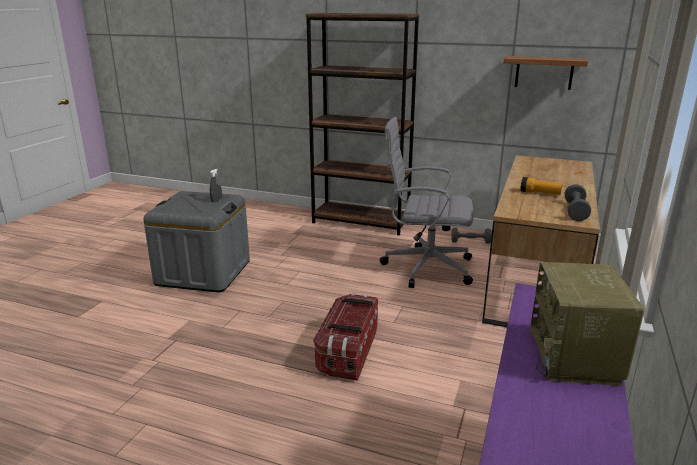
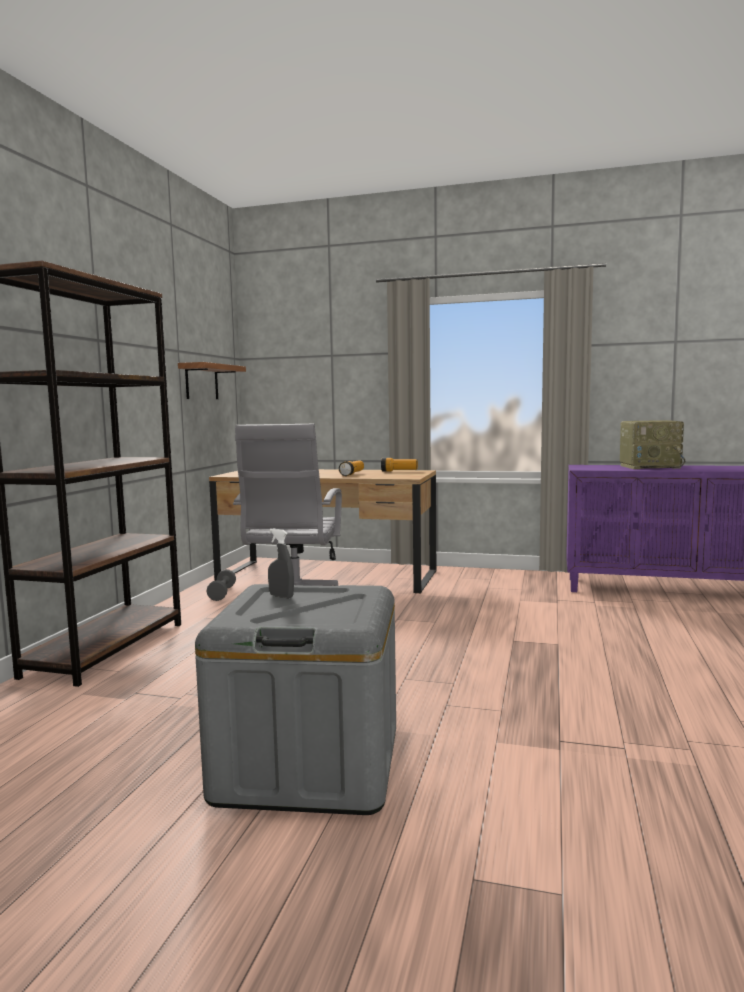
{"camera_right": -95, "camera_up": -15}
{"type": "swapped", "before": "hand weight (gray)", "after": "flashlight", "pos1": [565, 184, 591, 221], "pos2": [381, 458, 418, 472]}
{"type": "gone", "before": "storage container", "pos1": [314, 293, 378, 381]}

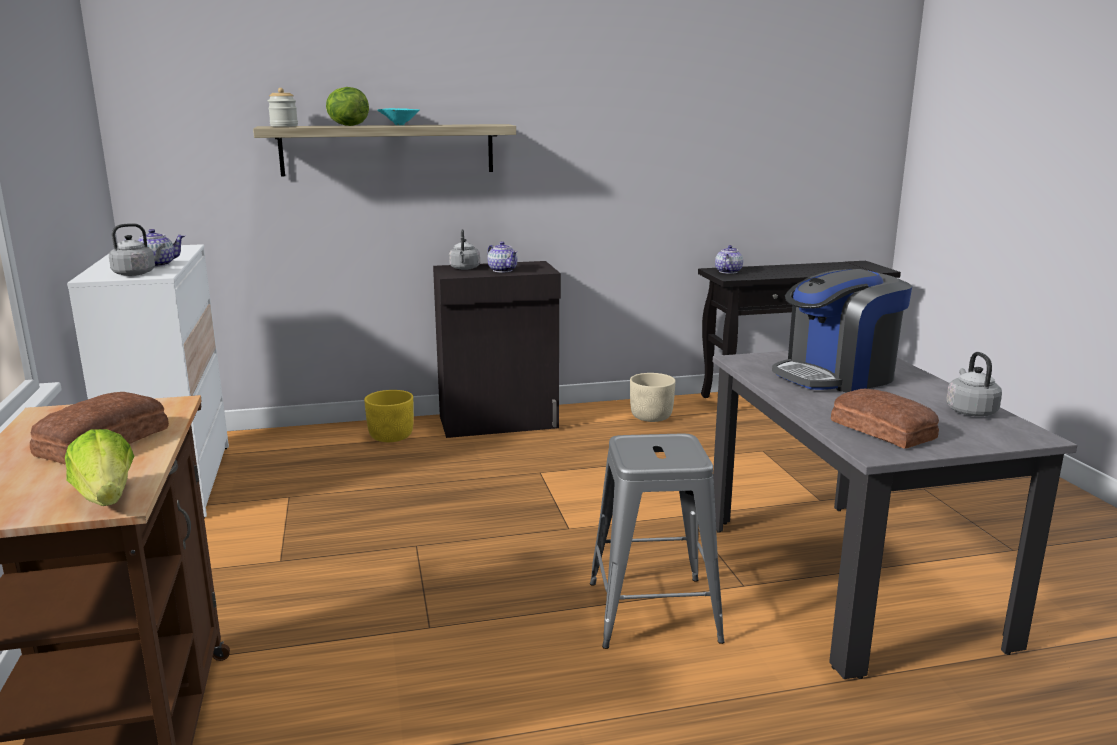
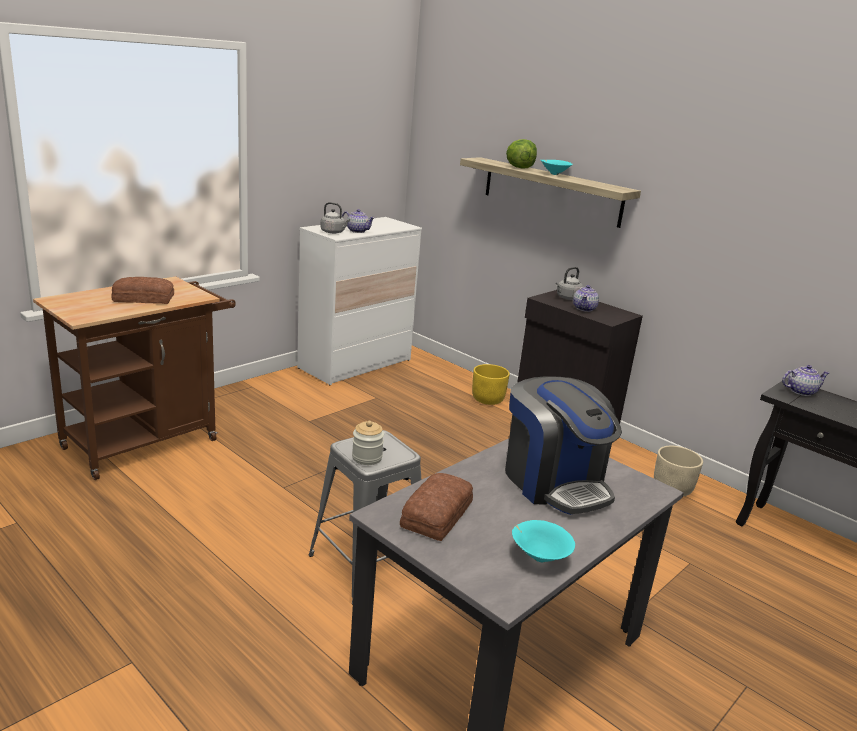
{"camera_right": 55, "camera_up": 5}
{"type": "shifted", "before": "jar", "pos1": [268, 88, 298, 127], "pos2": [352, 421, 384, 465]}
{"type": "rotated", "before": "coffee maker", "pos1": [772, 269, 912, 393], "pos2": [505, 376, 622, 515], "turn": -150}
{"type": "swapped", "before": "water kettle (gray)", "after": "deep dish (turquoise)", "pos1": [946, 352, 1002, 416], "pos2": [512, 520, 575, 563]}
{"type": "gone", "before": "lettuce", "pos1": [65, 429, 134, 506]}

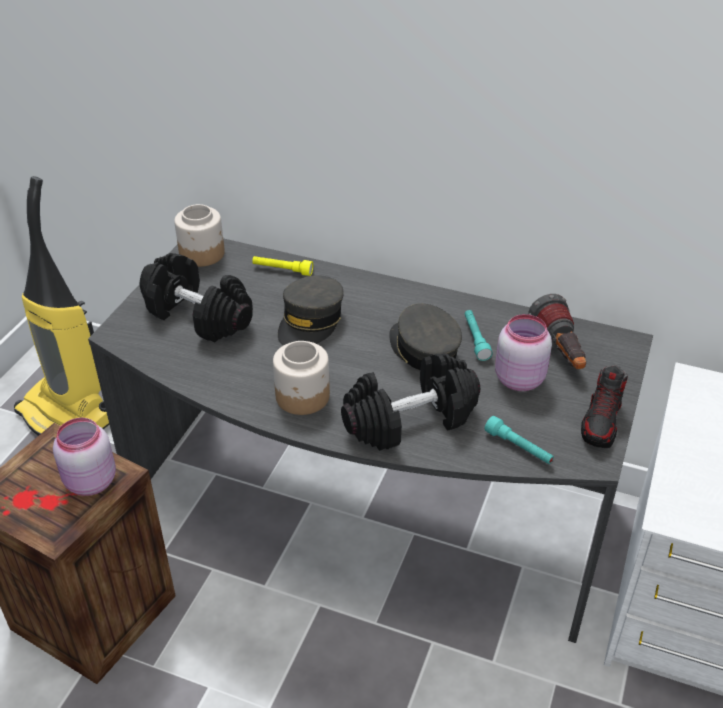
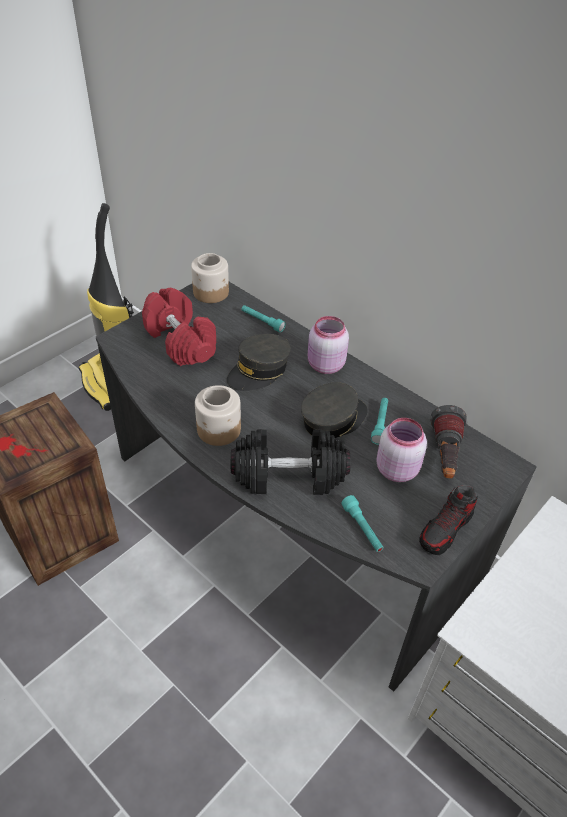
{"camera_right": 20, "camera_up": 5}
{"type": "repainted", "before": "hand weight (black)", "after": "hand weight (red-coloured)", "pos1": [140, 253, 253, 342], "pos2": [142, 288, 216, 366]}
{"type": "repainted", "before": "flashlight (yellow)", "after": "flashlight (turquoise)", "pos1": [252, 256, 313, 276], "pos2": [241, 305, 286, 332]}
{"type": "rotated", "before": "cap (gray)", "pos1": [389, 303, 462, 370], "pos2": [301, 382, 368, 438], "turn": 60}
{"type": "shifted", "before": "jar (pink-coloured)", "pos1": [53, 418, 116, 496], "pos2": [308, 316, 349, 374]}

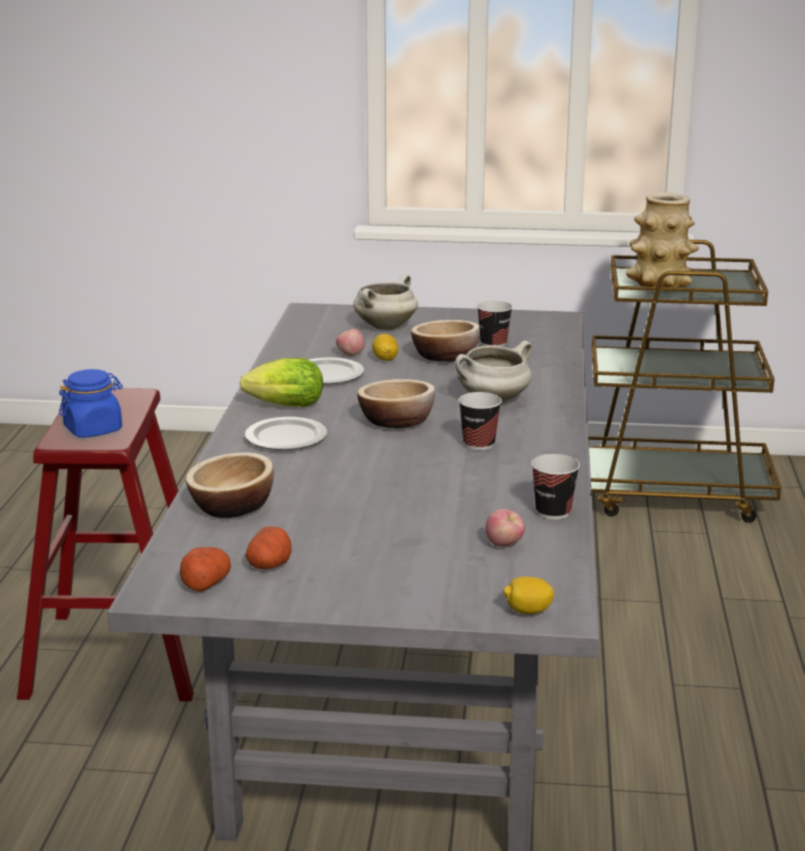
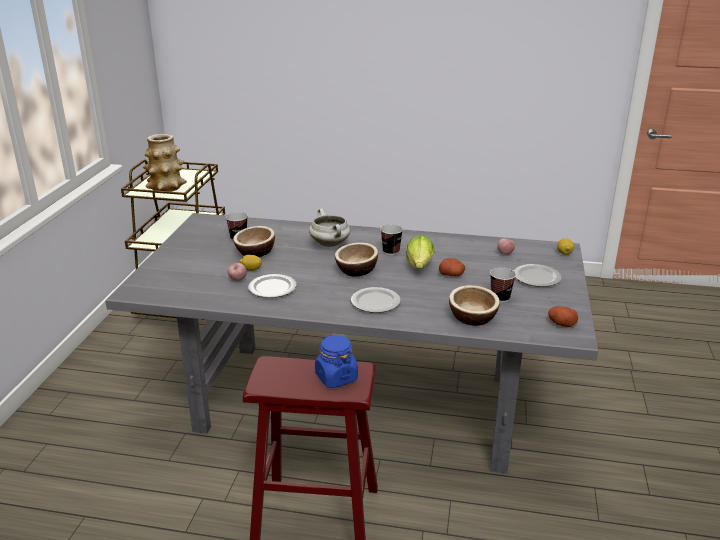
{"camera_right": -85, "camera_up": 5}
{"type": "shifted", "before": "lettuce", "pos1": [240, 358, 323, 407], "pos2": [406, 235, 435, 269]}
{"type": "shifted", "before": "whole potato", "pos1": [246, 526, 292, 569], "pos2": [439, 258, 465, 276]}
{"type": "shifted", "before": "cup", "pos1": [531, 454, 580, 520], "pos2": [490, 267, 516, 303]}
{"type": "new", "after": "plate", "pos2": [514, 264, 561, 287]}
{"type": "gone", "before": "stockpot (white)", "pos1": [353, 274, 418, 330]}

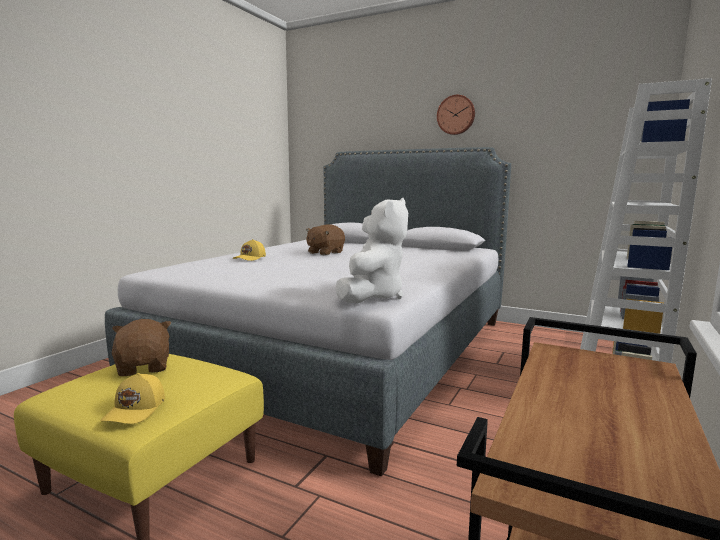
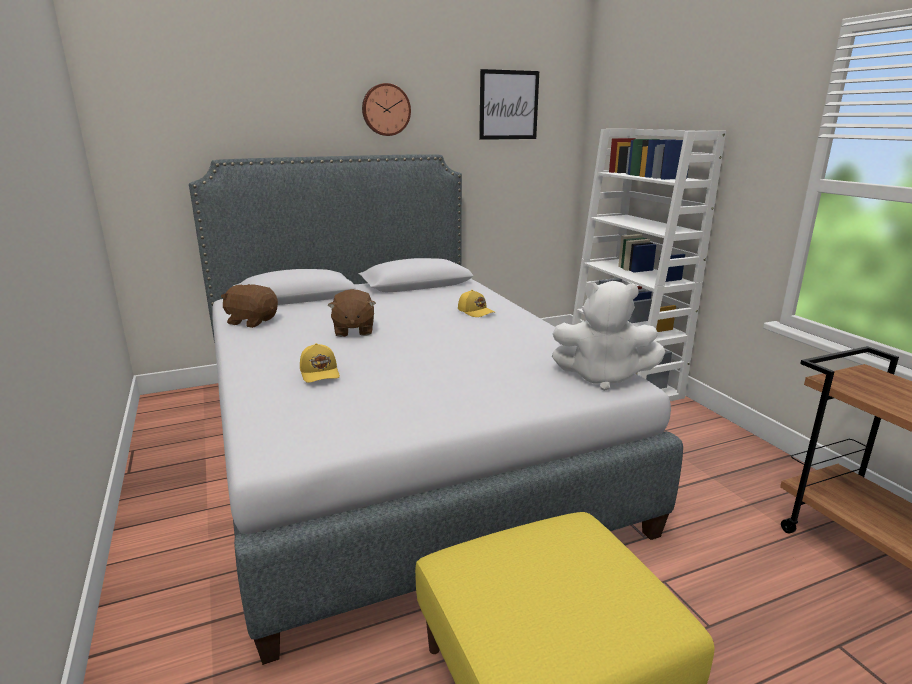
{"camera_right": -50, "camera_up": 10}
{"type": "shifted", "before": "soft toy (brown)", "pos1": [112, 319, 171, 376], "pos2": [221, 284, 278, 328]}
{"type": "shifted", "before": "cap (yellow)", "pos1": [100, 373, 165, 424], "pos2": [458, 290, 494, 317]}
{"type": "new", "after": "wall art", "pos2": [479, 69, 539, 140]}
{"type": "rotated", "before": "soft toy (white)", "pos1": [335, 198, 408, 304], "pos2": [552, 281, 665, 391], "turn": 135}

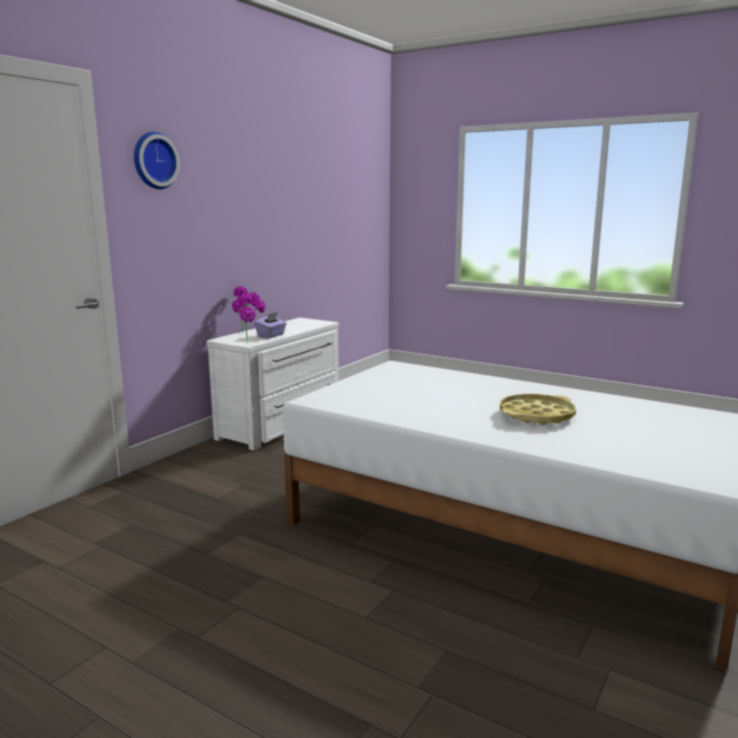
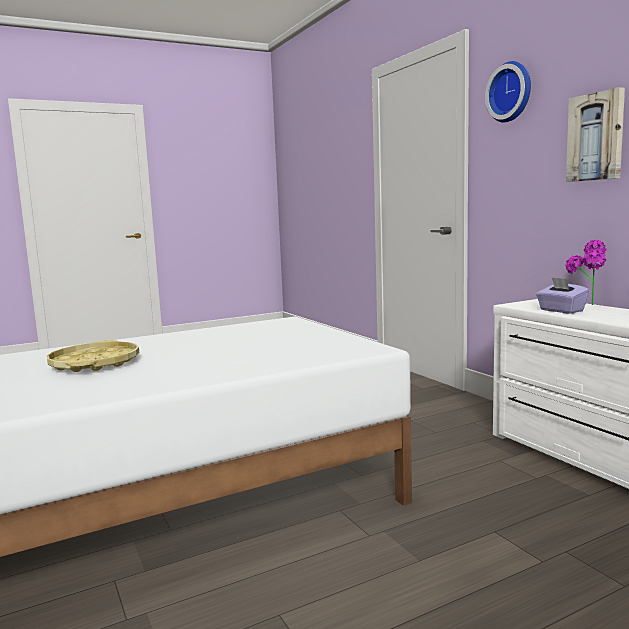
{"camera_right": 120, "camera_up": -5}
{"type": "new", "after": "wall art", "pos2": [566, 87, 625, 182]}
{"type": "gone", "before": "potted plant", "pos1": [237, 293, 266, 342]}

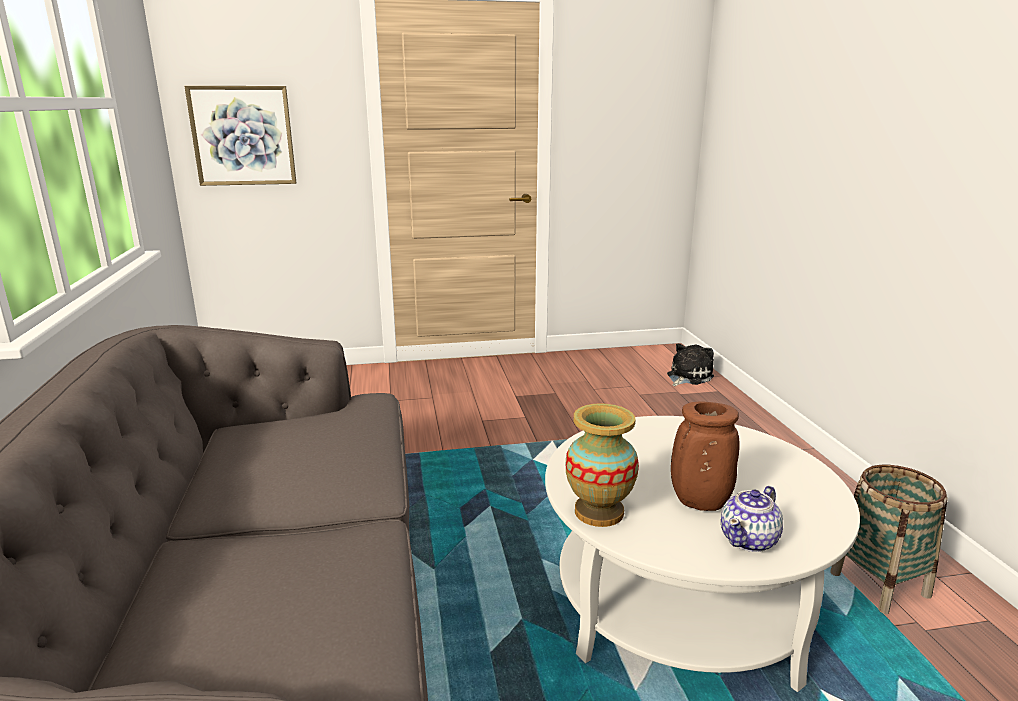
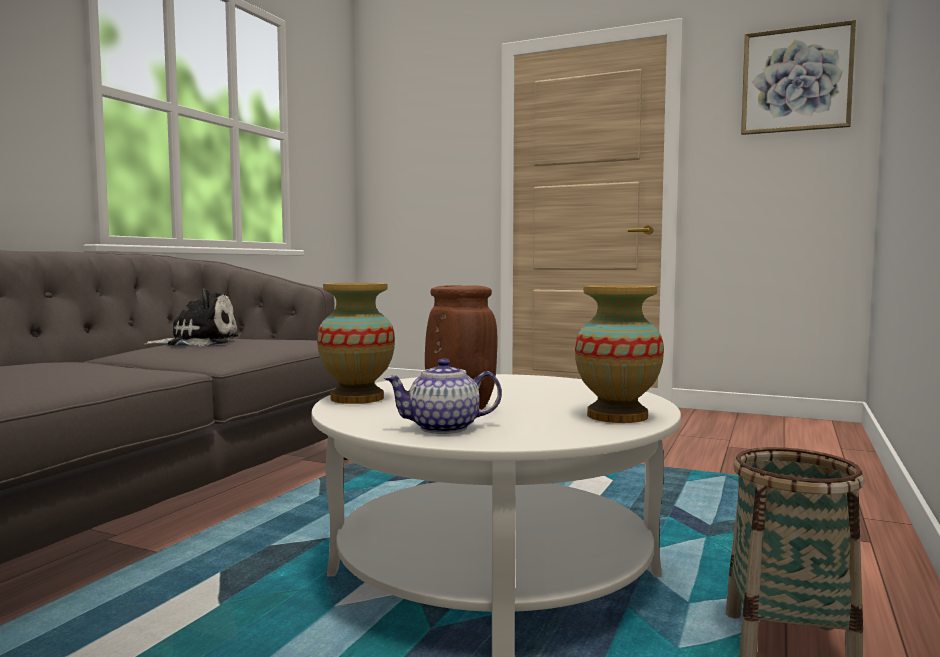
{"camera_right": 35, "camera_up": -15}
{"type": "shifted", "before": "soft toy", "pos1": [667, 344, 714, 386], "pos2": [144, 289, 239, 347]}
{"type": "new", "after": "flower vase", "pos2": [575, 285, 664, 423]}
{"type": "shifted", "before": "wall art", "pos1": [184, 86, 296, 186], "pos2": [741, 20, 856, 135]}

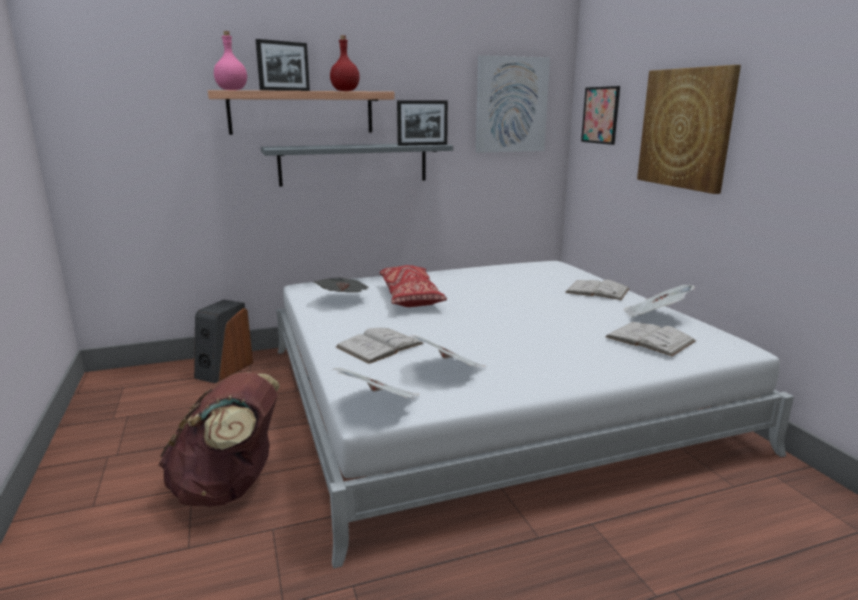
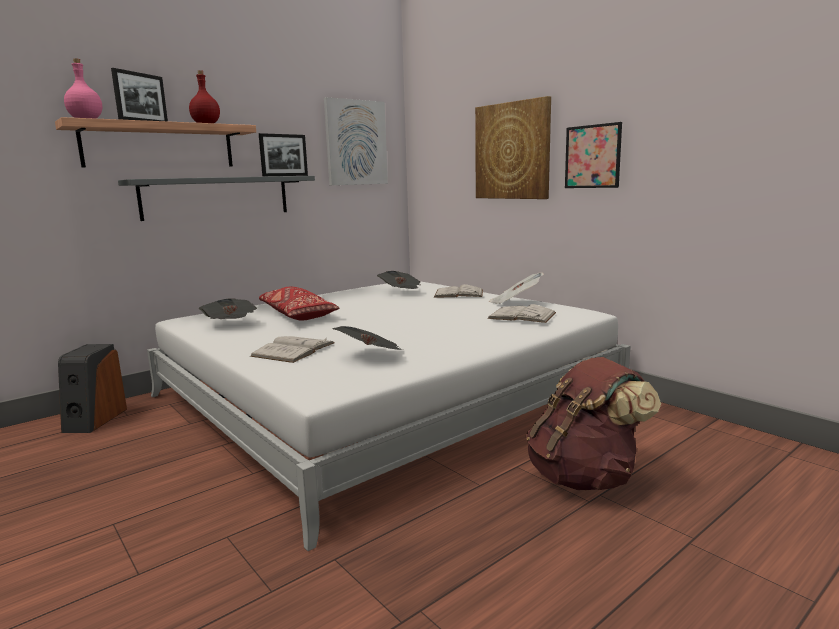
{"camera_right": -20, "camera_up": -5}
{"type": "shifted", "before": "newspaper", "pos1": [332, 368, 420, 398], "pos2": [377, 271, 420, 289]}
{"type": "shifted", "before": "knapsack (brown)", "pos1": [158, 372, 280, 507], "pos2": [526, 357, 661, 490]}
{"type": "shifted", "before": "wall art", "pos1": [581, 86, 620, 145], "pos2": [565, 122, 622, 188]}

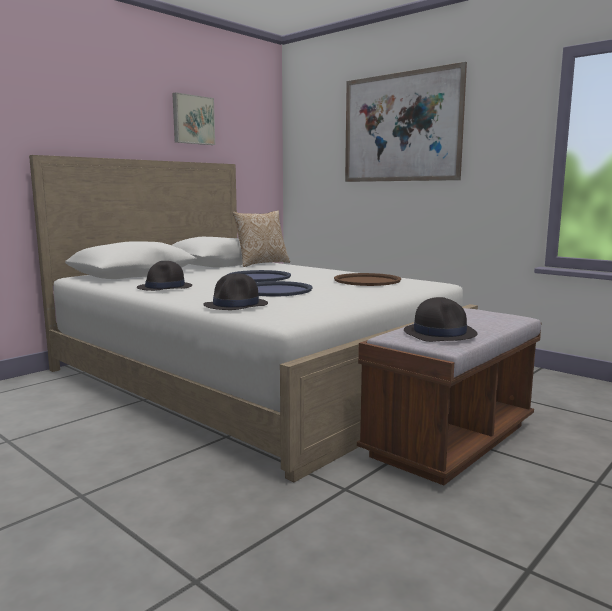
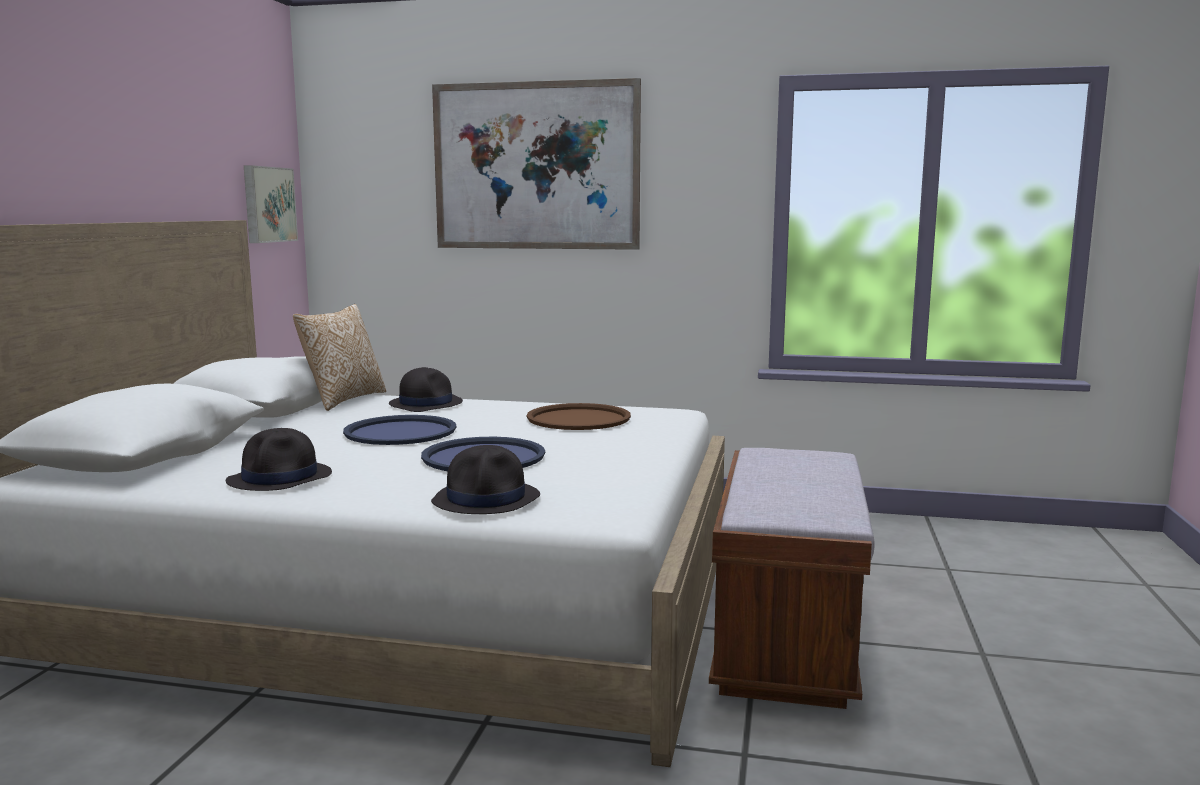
{"camera_right": -30, "camera_up": 0}
{"type": "shifted", "before": "wall art", "pos1": [172, 92, 215, 145], "pos2": [244, 165, 298, 243]}
{"type": "shifted", "before": "hat (black)", "pos1": [404, 297, 477, 342], "pos2": [389, 367, 463, 412]}

